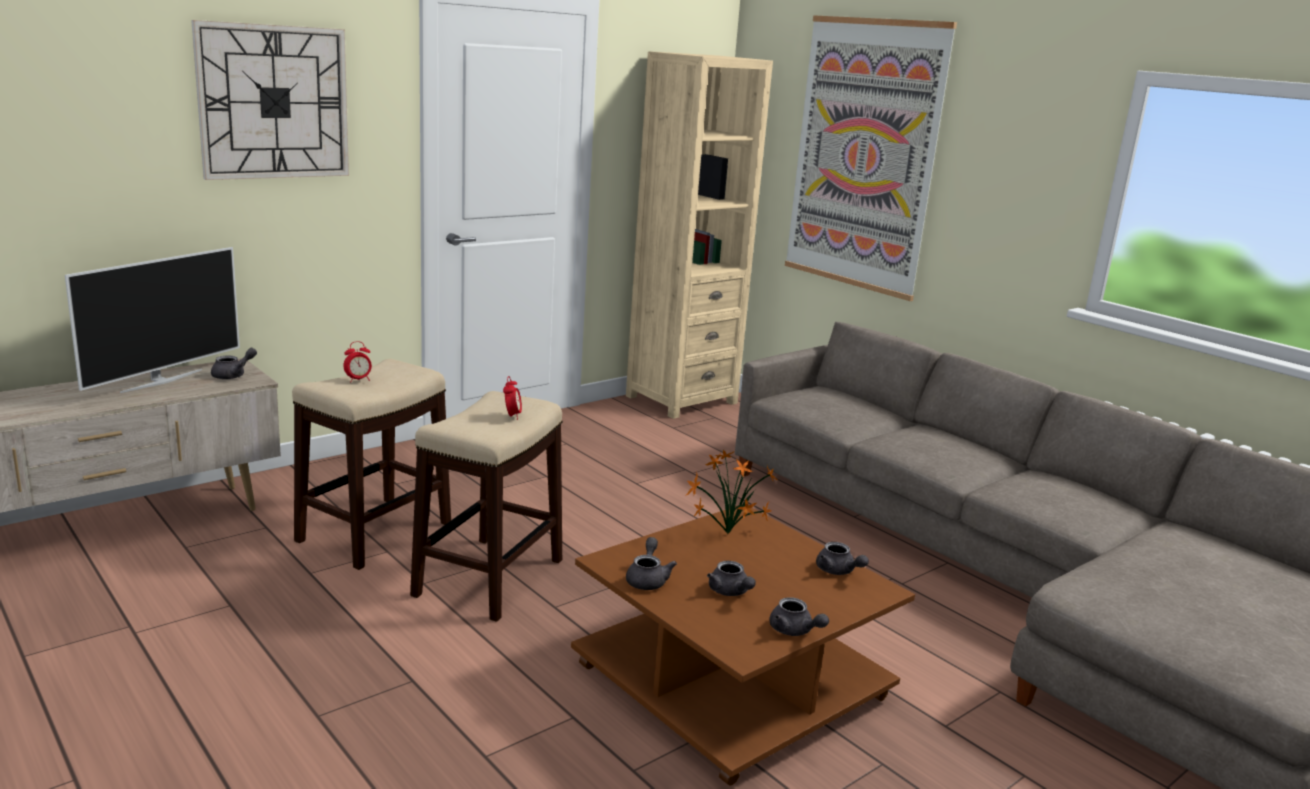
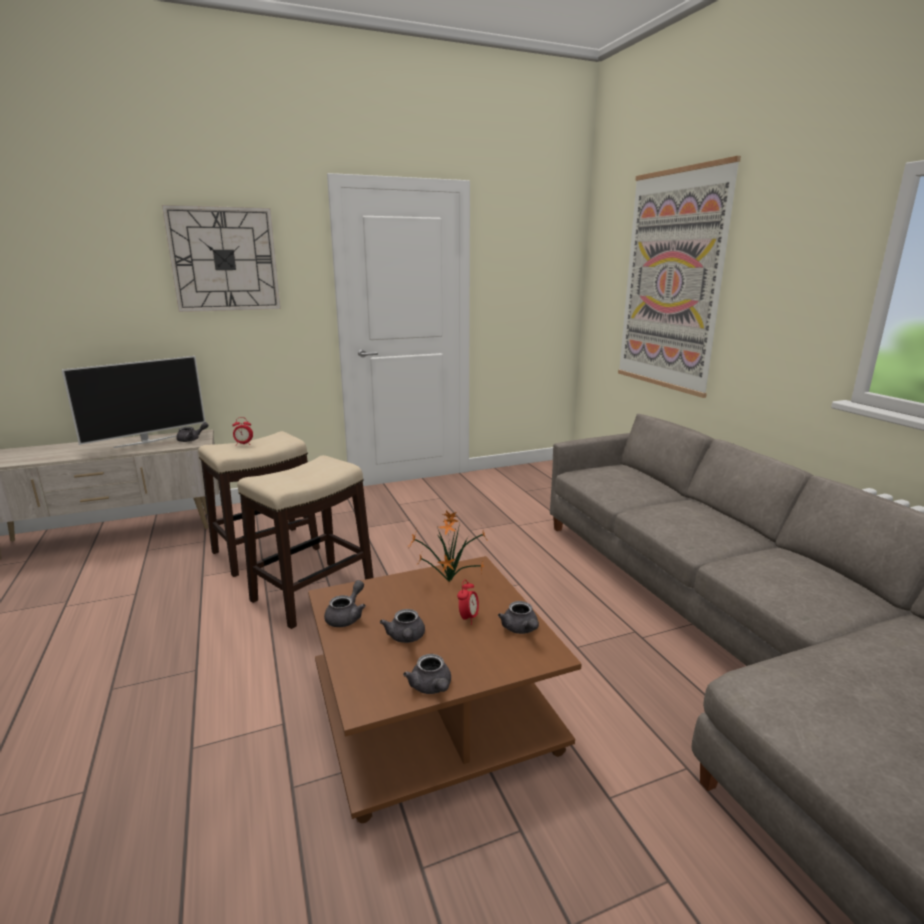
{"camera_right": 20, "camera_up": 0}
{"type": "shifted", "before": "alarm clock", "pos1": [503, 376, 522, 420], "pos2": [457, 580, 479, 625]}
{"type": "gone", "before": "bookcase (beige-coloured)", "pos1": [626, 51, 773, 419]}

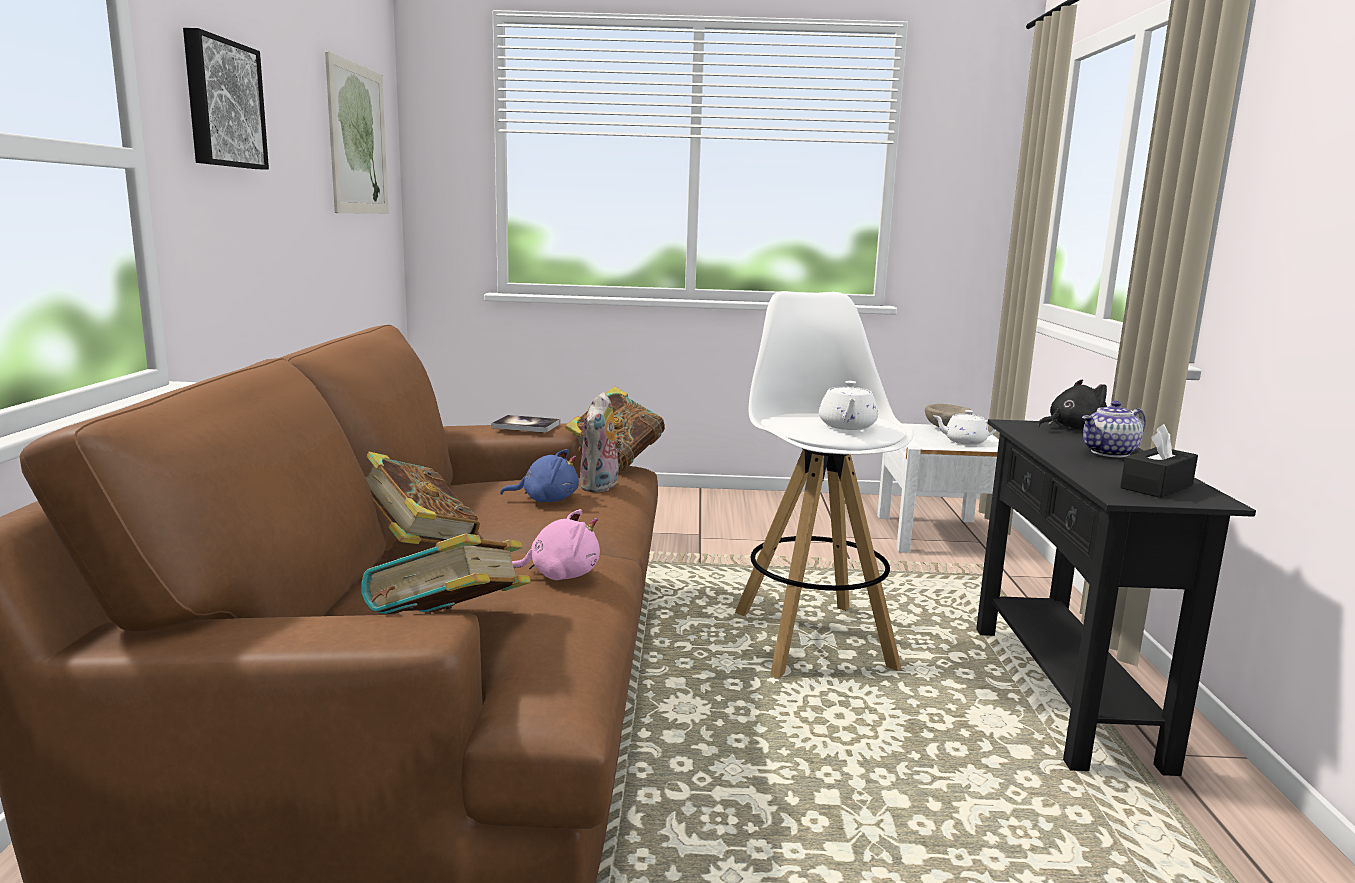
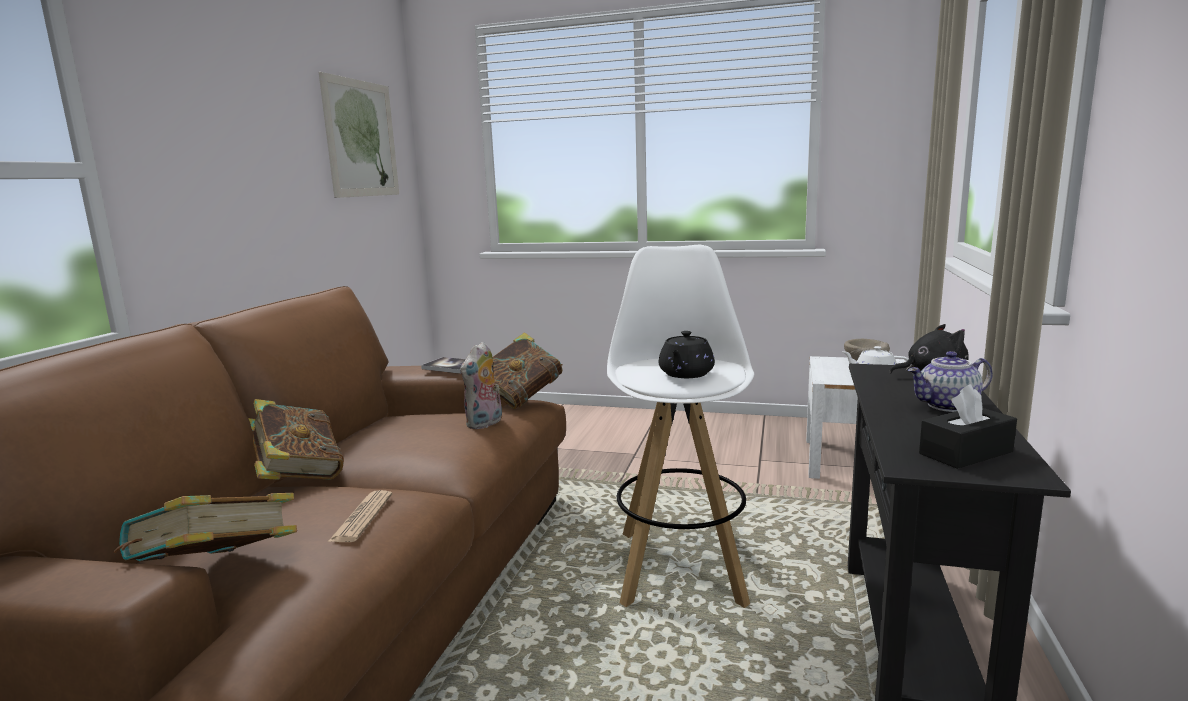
{"camera_right": 15, "camera_up": 0}
{"type": "swapped", "before": "soft toy (pink-coloured)", "after": "newspaper", "pos1": [512, 509, 600, 580], "pos2": [328, 490, 392, 542]}
{"type": "repainted", "before": "teapot (white)", "after": "teapot (black)", "pos1": [819, 381, 878, 430], "pos2": [659, 331, 715, 378]}
{"type": "gone", "before": "wall art", "pos1": [183, 28, 269, 170]}
{"type": "gone", "before": "soft toy (blue-coloured)", "pos1": [500, 449, 579, 502]}

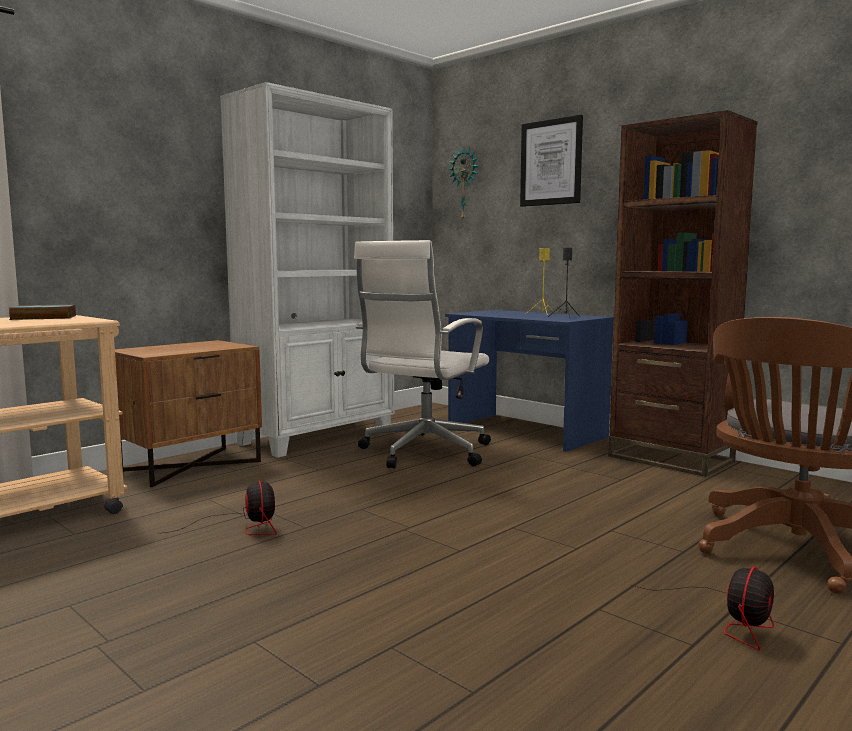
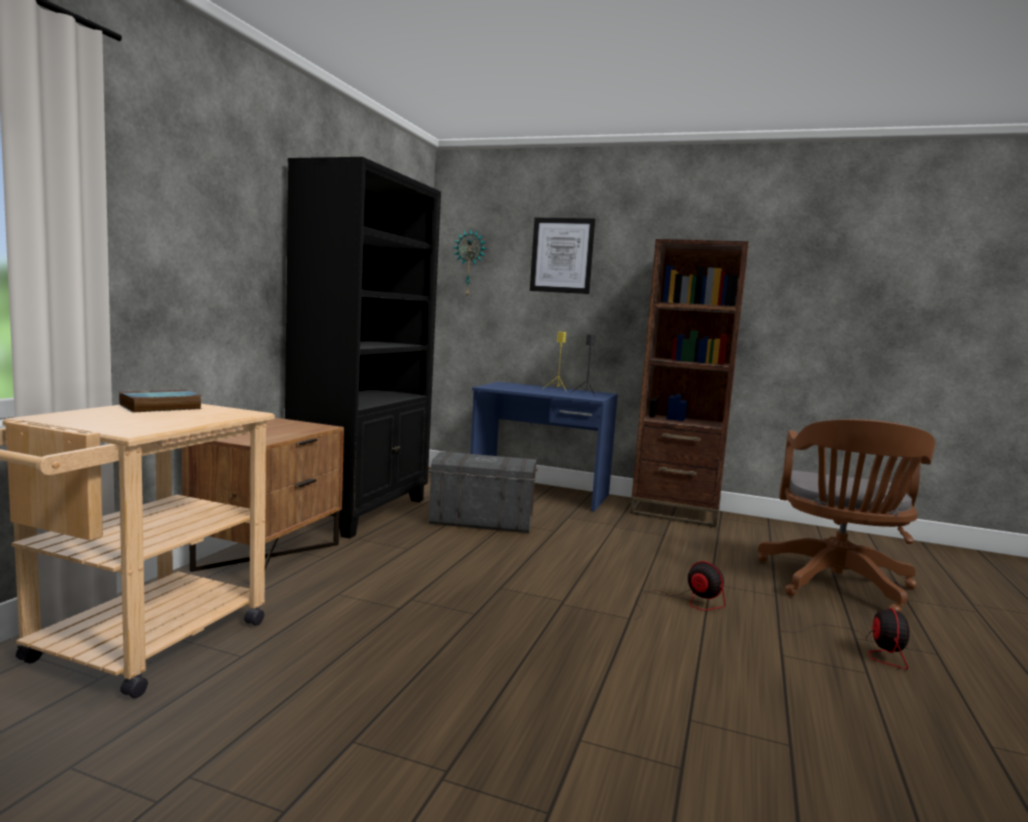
{"camera_right": -25, "camera_up": 0}
{"type": "repainted", "before": "bookcase (white)", "after": "bookcase (black)", "pos1": [220, 82, 394, 458], "pos2": [285, 157, 441, 539]}
{"type": "swapped", "before": "desk chair (white)", "after": "storage container (gray)", "pos1": [354, 240, 491, 469], "pos2": [429, 451, 538, 533]}
{"type": "shifted", "before": "fan", "pos1": [163, 481, 277, 535], "pos2": [634, 561, 726, 620]}

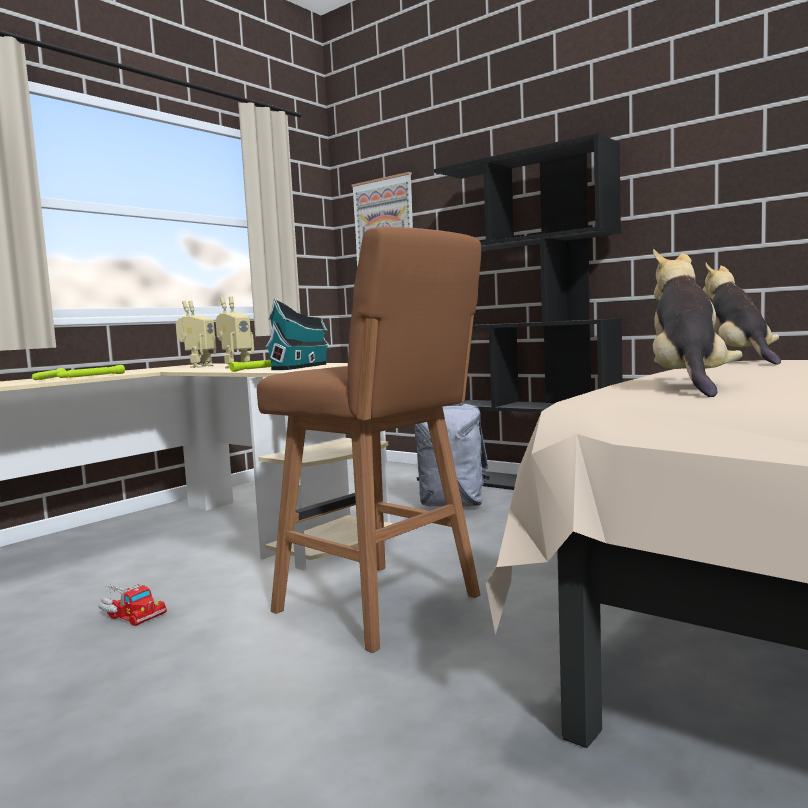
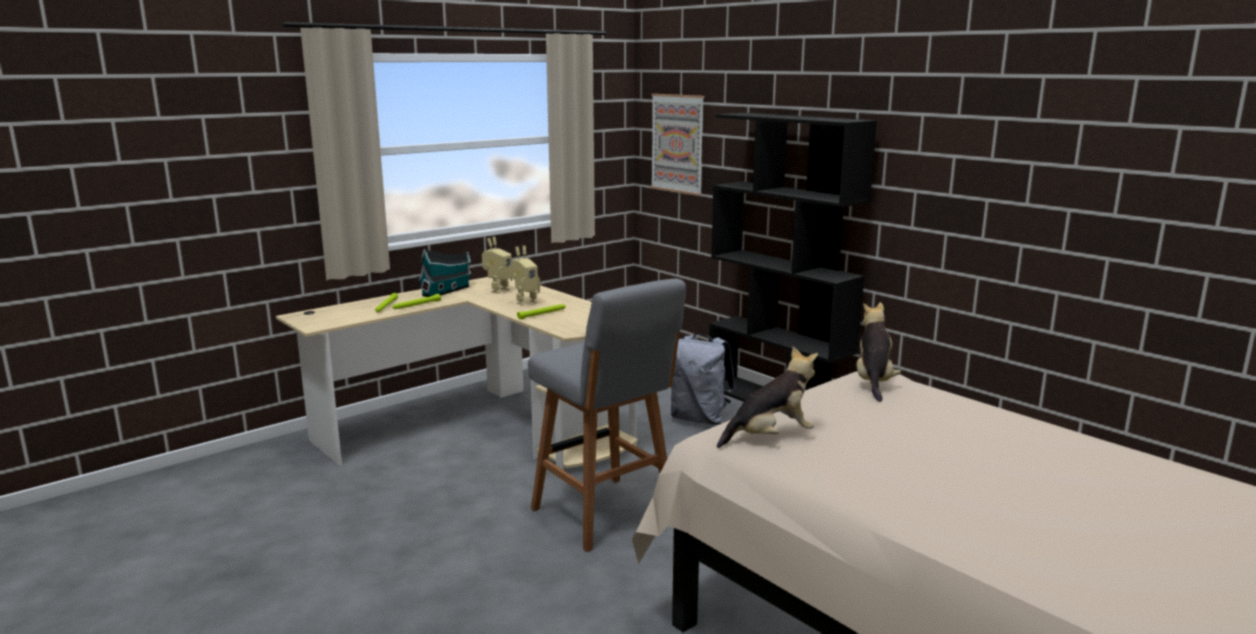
{"camera_right": 10, "camera_up": 10}
{"type": "shifted", "before": "miniature house", "pos1": [265, 298, 330, 370], "pos2": [418, 249, 471, 297]}
{"type": "repainted", "before": "stool (brown)", "after": "stool (gray)", "pos1": [257, 227, 481, 653], "pos2": [528, 278, 686, 552]}
{"type": "rotated", "before": "soft toy", "pos1": [653, 249, 742, 397], "pos2": [717, 346, 818, 448], "turn": 45}
{"type": "gone", "before": "toy lorry", "pos1": [98, 584, 167, 626]}

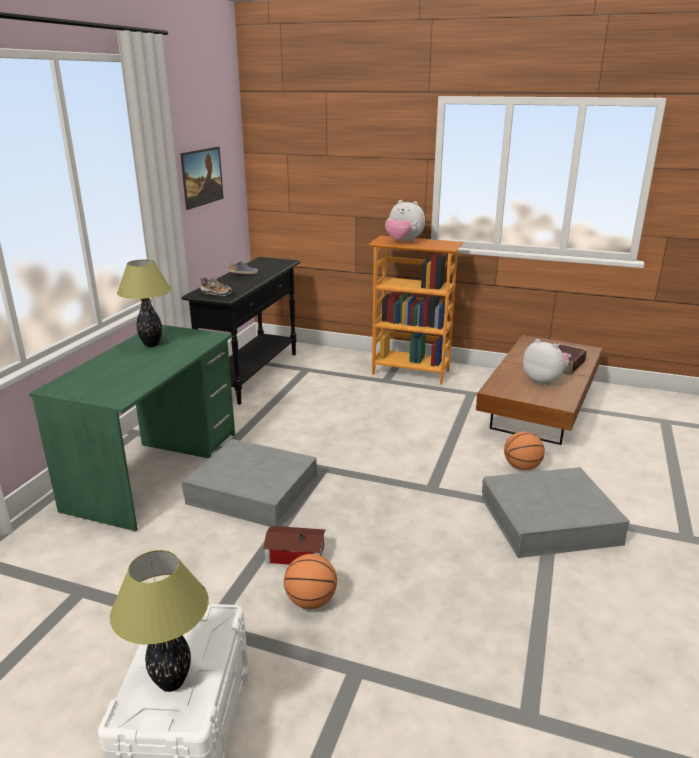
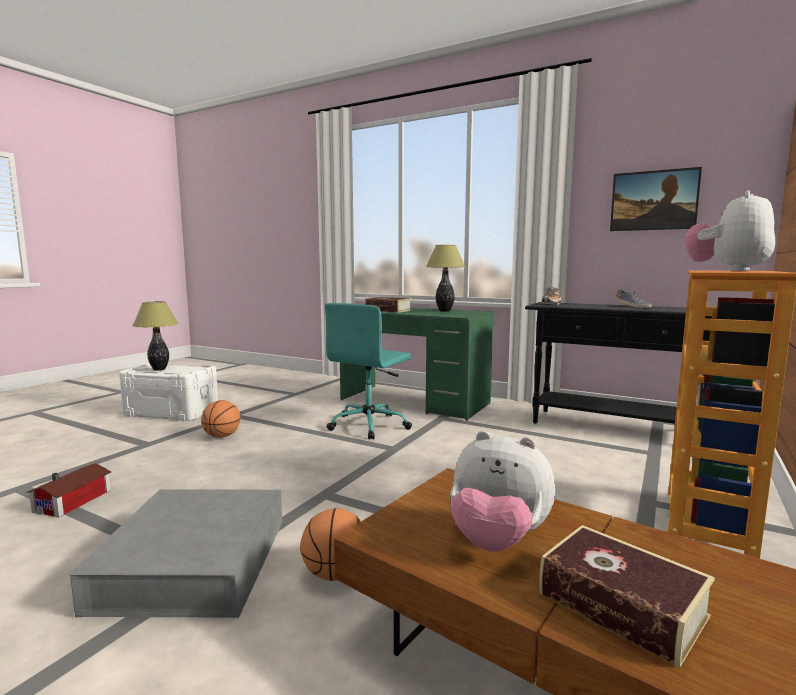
{"camera_right": 100, "camera_up": -15}
{"type": "shifted", "before": "miniature house", "pos1": [263, 526, 325, 565], "pos2": [25, 463, 111, 517]}
{"type": "swapped", "before": "storage container (gray)", "after": "desk chair (turquoise)", "pos1": [182, 439, 317, 527], "pos2": [325, 303, 412, 439]}
{"type": "new", "after": "book", "pos2": [365, 297, 411, 313]}
{"type": "rotated", "before": "soft toy", "pos1": [523, 339, 569, 386], "pos2": [450, 431, 555, 552], "turn": 60}

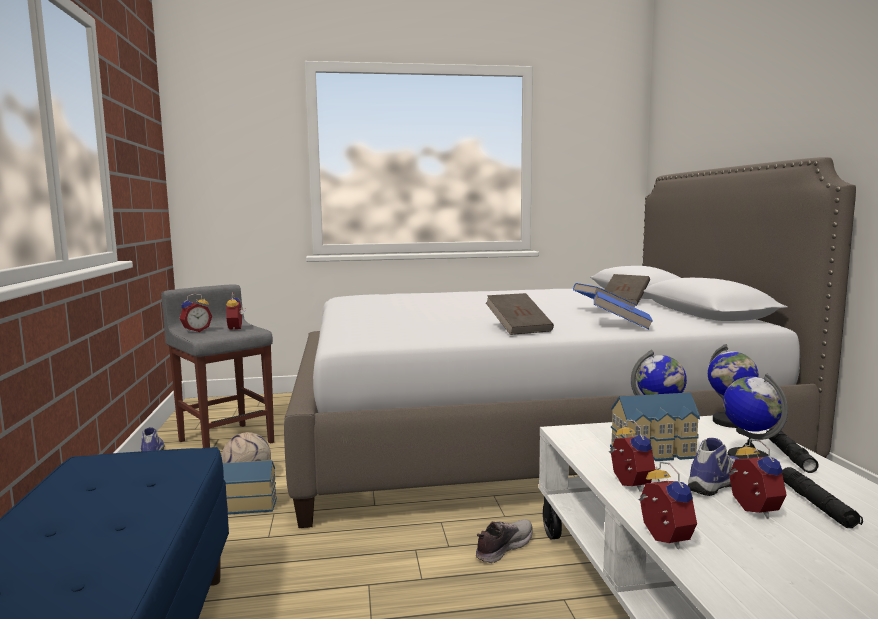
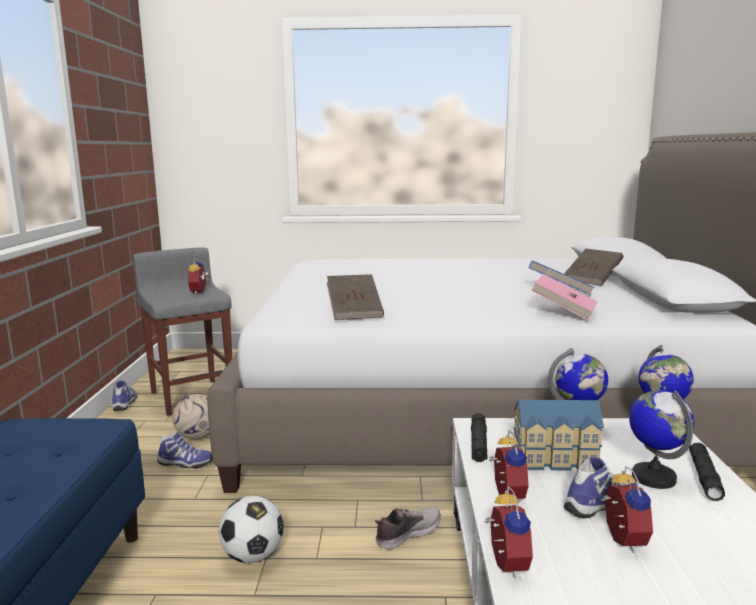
{"camera_right": 10, "camera_up": 5}
{"type": "swapped", "before": "miniature house", "after": "shoe", "pos1": [223, 460, 277, 515], "pos2": [157, 432, 213, 469]}
{"type": "new", "after": "ball for football", "pos2": [219, 496, 284, 563]}
{"type": "shifted", "before": "book (brown)", "pos1": [486, 293, 554, 335], "pos2": [327, 274, 384, 320]}
{"type": "shifted", "before": "flashlight (black)", "pos1": [782, 467, 863, 528], "pos2": [471, 413, 488, 462]}
{"type": "repainted", "before": "book (blue-coloured)", "after": "book (pink-coloured)", "pos1": [594, 291, 653, 329], "pos2": [531, 274, 598, 320]}
{"type": "gone", "before": "alarm clock", "pos1": [179, 293, 212, 333]}

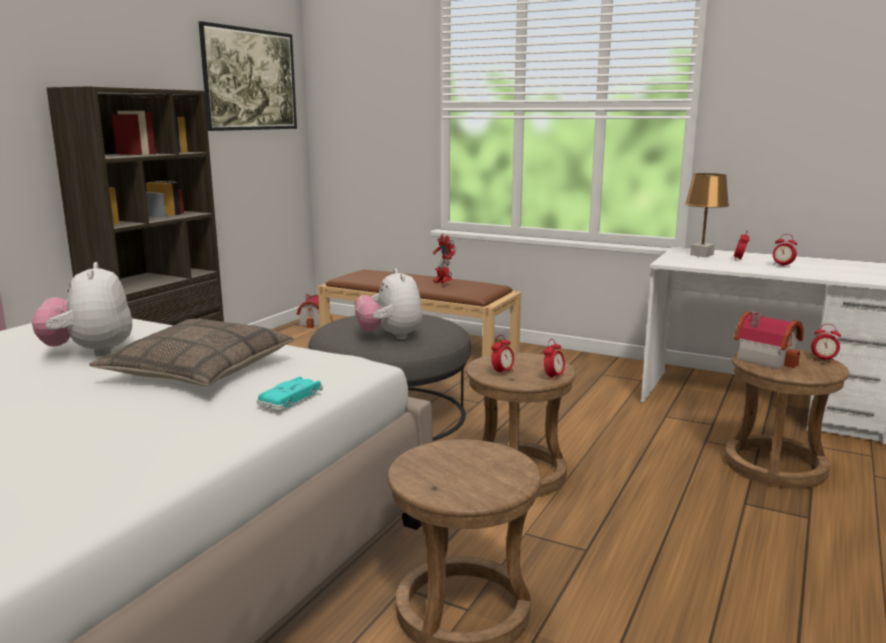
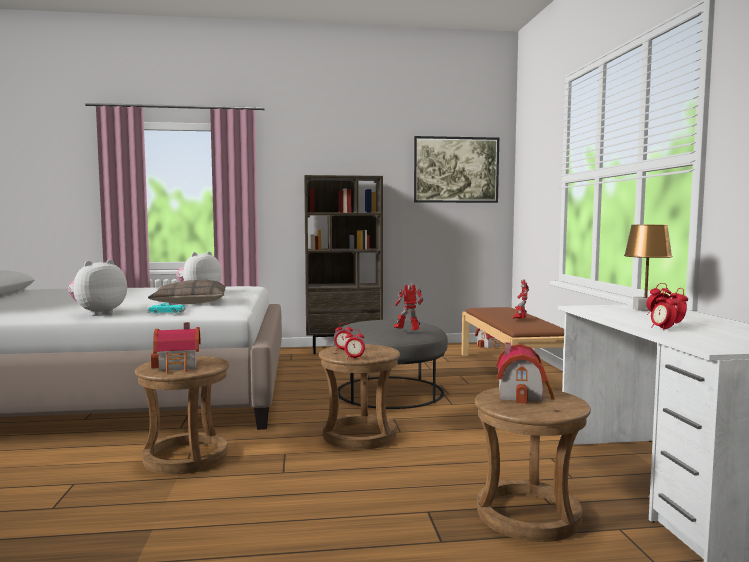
{"camera_right": 55, "camera_up": -10}
{"type": "shifted", "before": "soft toy", "pos1": [355, 268, 423, 340], "pos2": [68, 260, 127, 316]}
{"type": "new", "after": "miniature house", "pos2": [151, 322, 201, 373]}
{"type": "new", "after": "model robot", "pos2": [394, 285, 423, 331]}
{"type": "shifted", "before": "alarm clock", "pos1": [811, 324, 841, 363], "pos2": [651, 291, 678, 331]}

